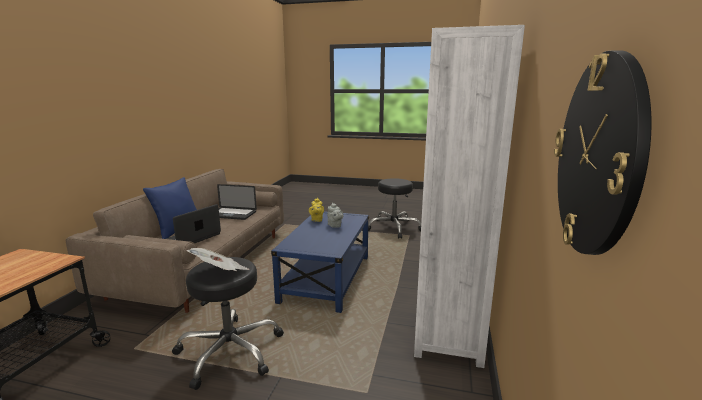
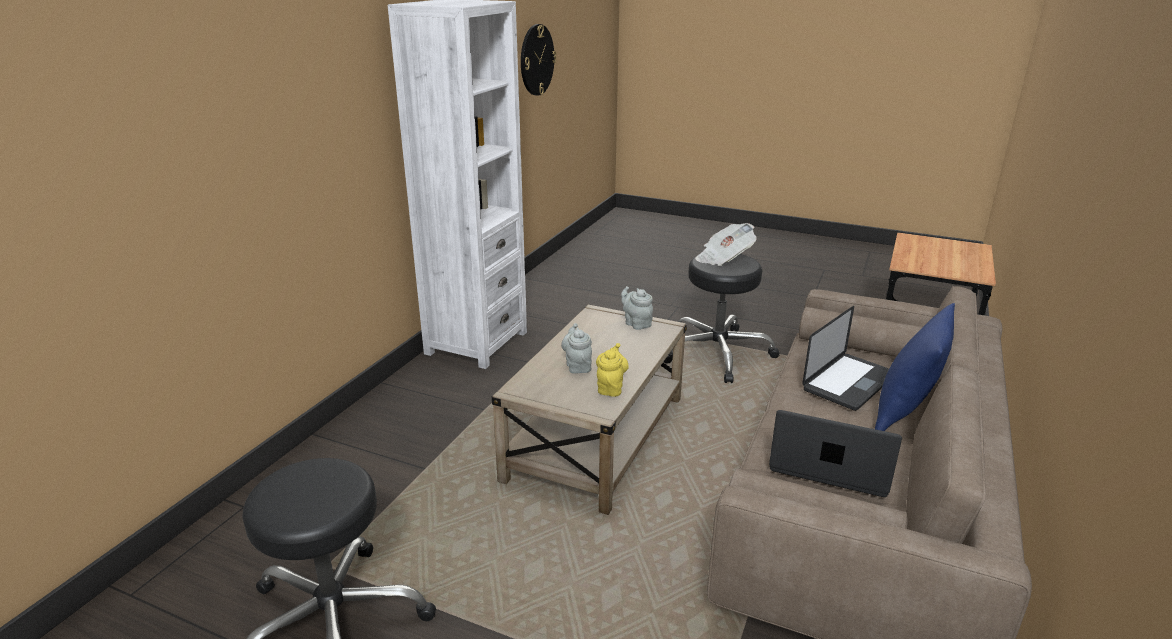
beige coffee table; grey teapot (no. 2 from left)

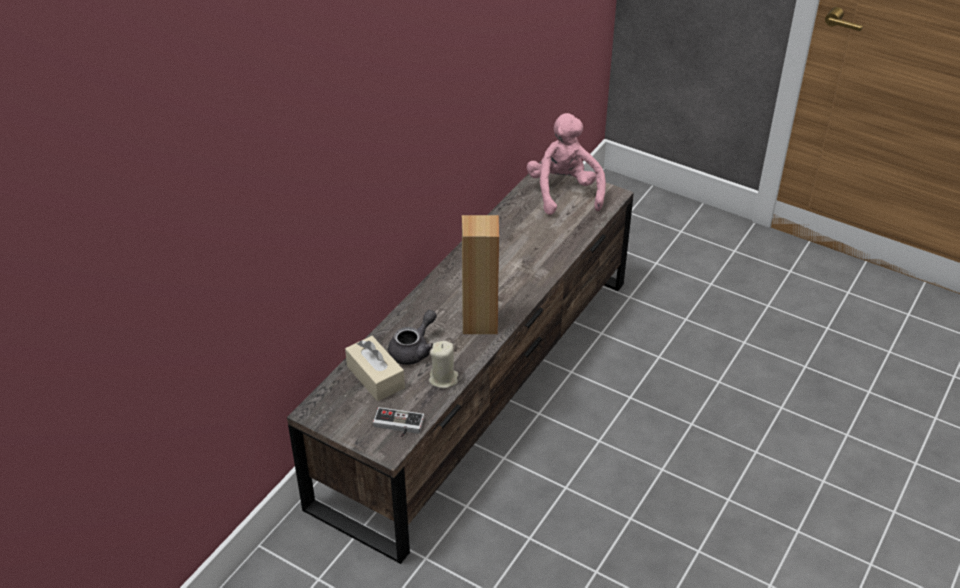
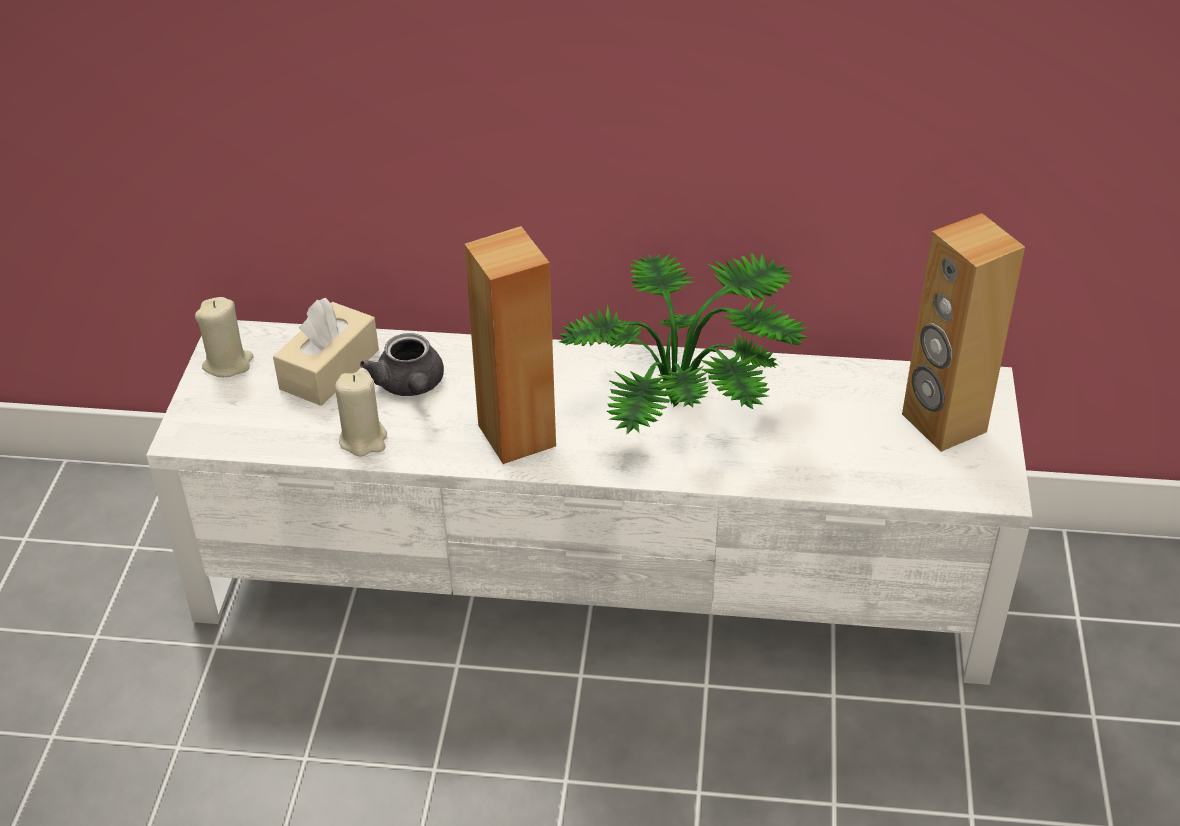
brown speaker (no. 2 from left); white tv stand; grey teapot; game controller; potted plant; beige candle (no. 1 from left)

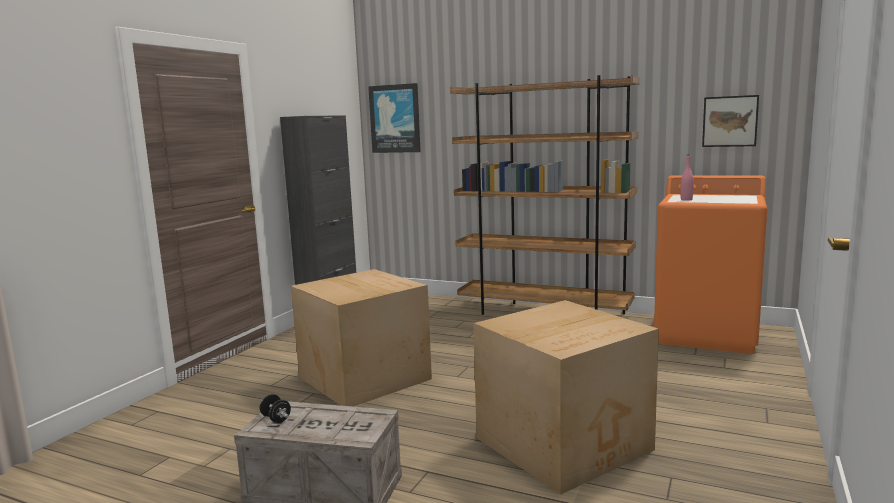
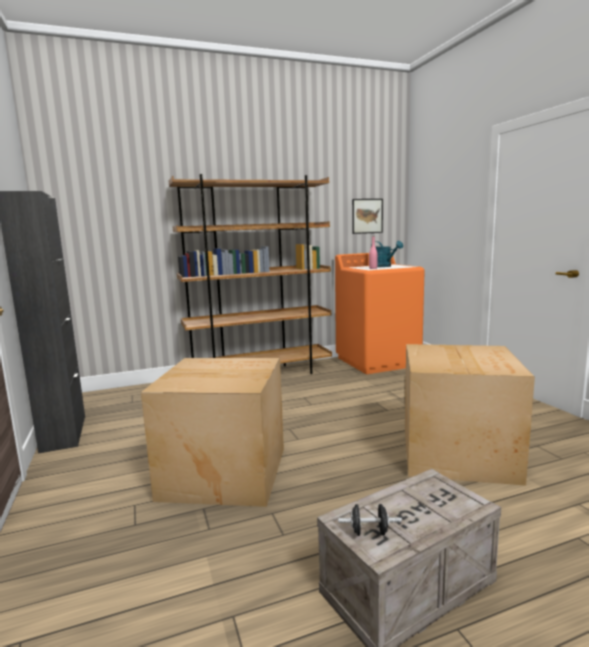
picture (no. 1 from left in the first image); turquoise watering can

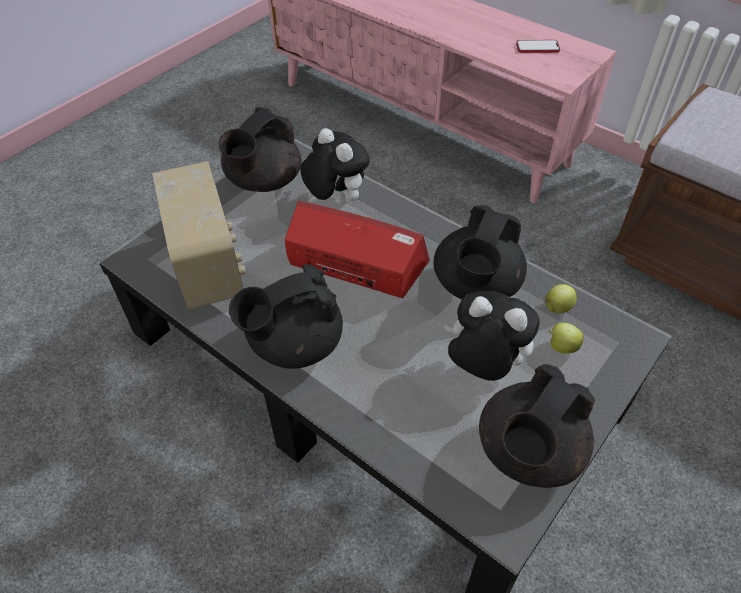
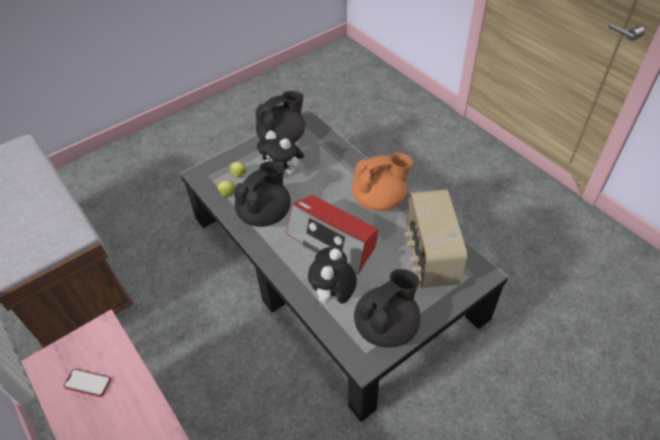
plush toy (no. 2 from left); orange teapot

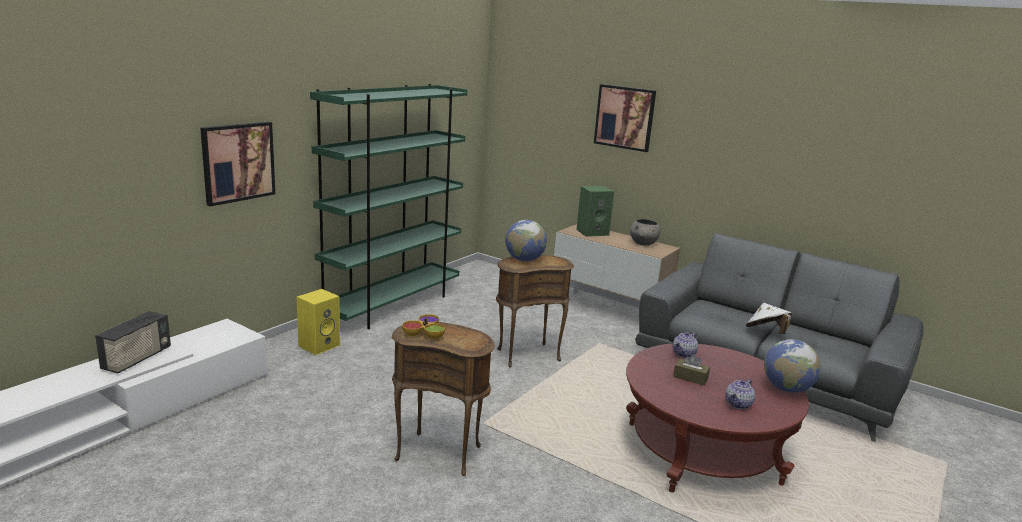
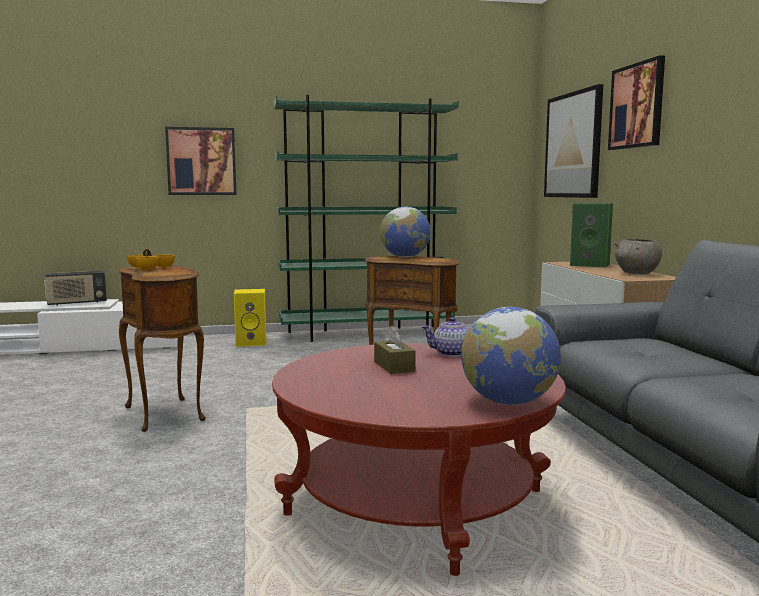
white hat; teapot (no. 2 from left in the first image); picture (no. 2 from left)

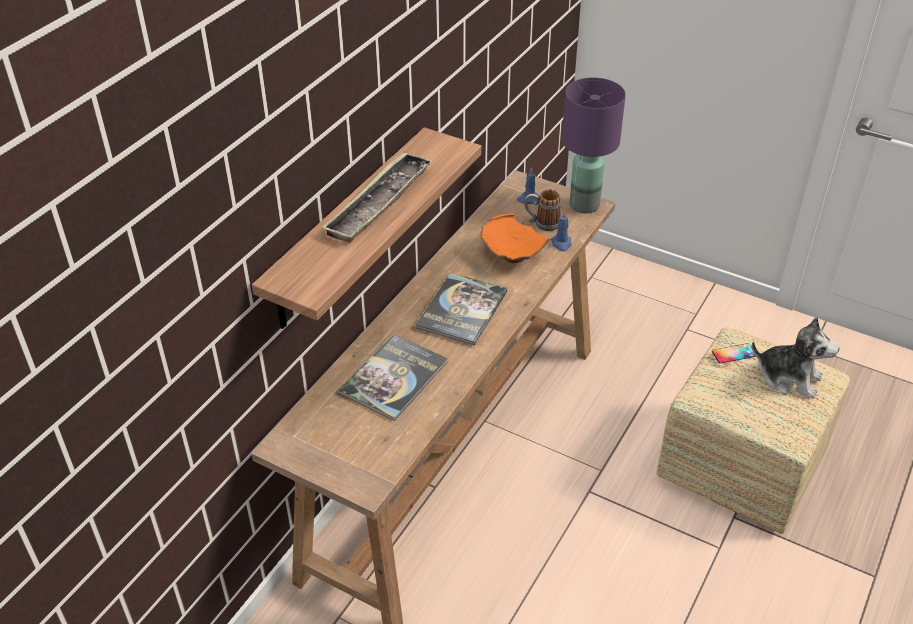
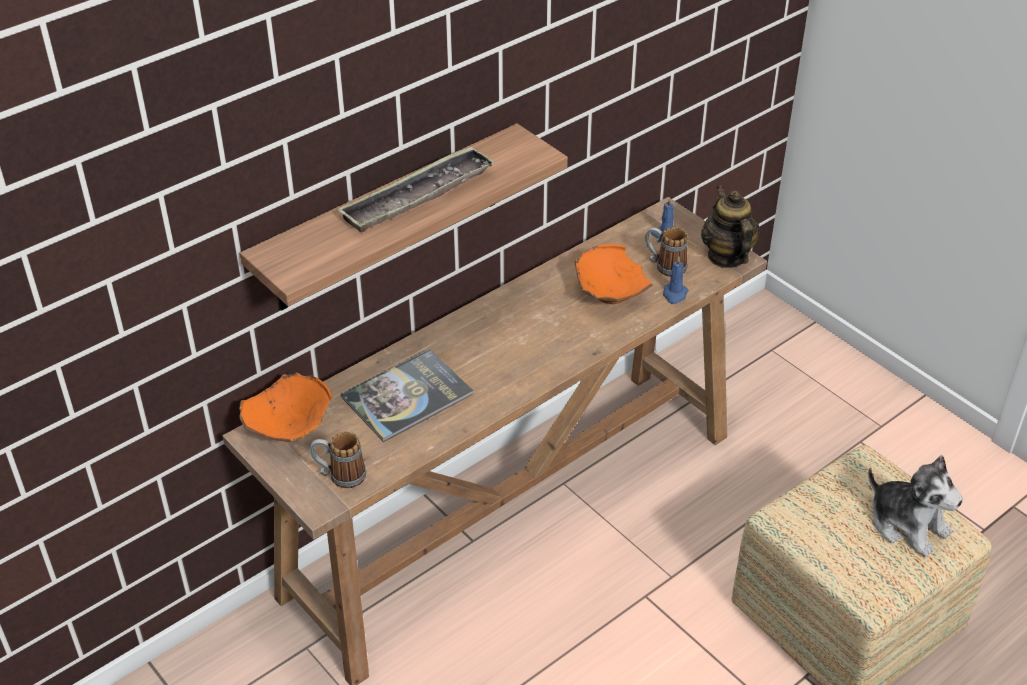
teapot; book (no. 2 from left in the first image); phone; orange bowl (no. 1 from left); mug (no. 1 from left)

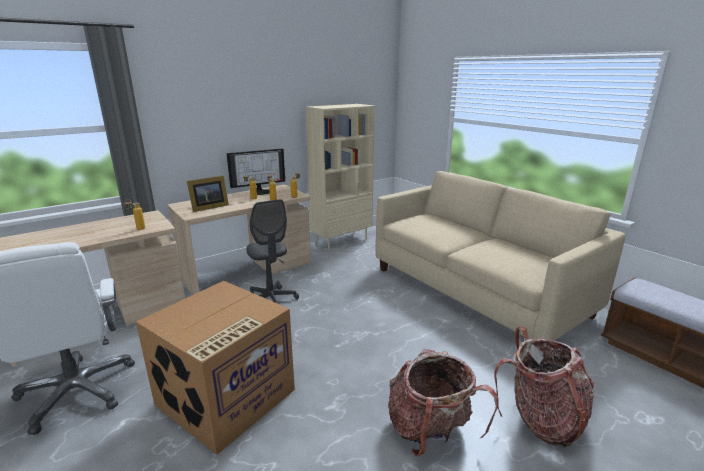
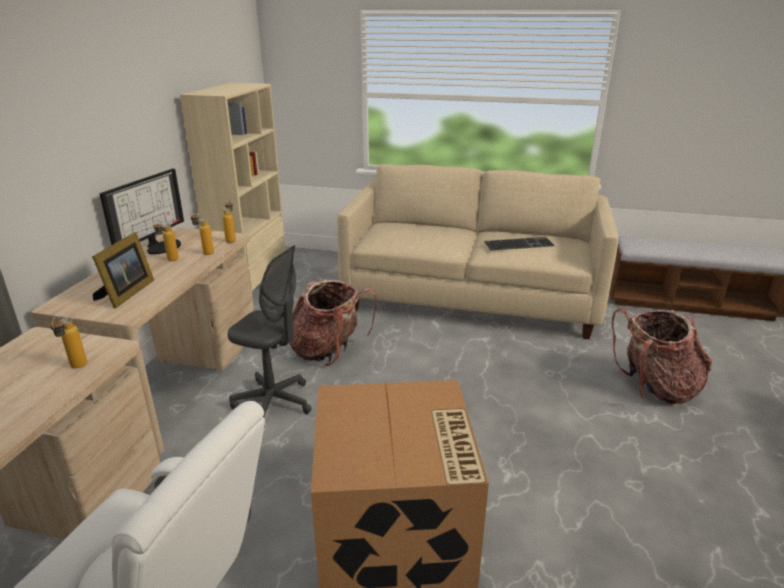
backpack (no. 1 from left); keyboard

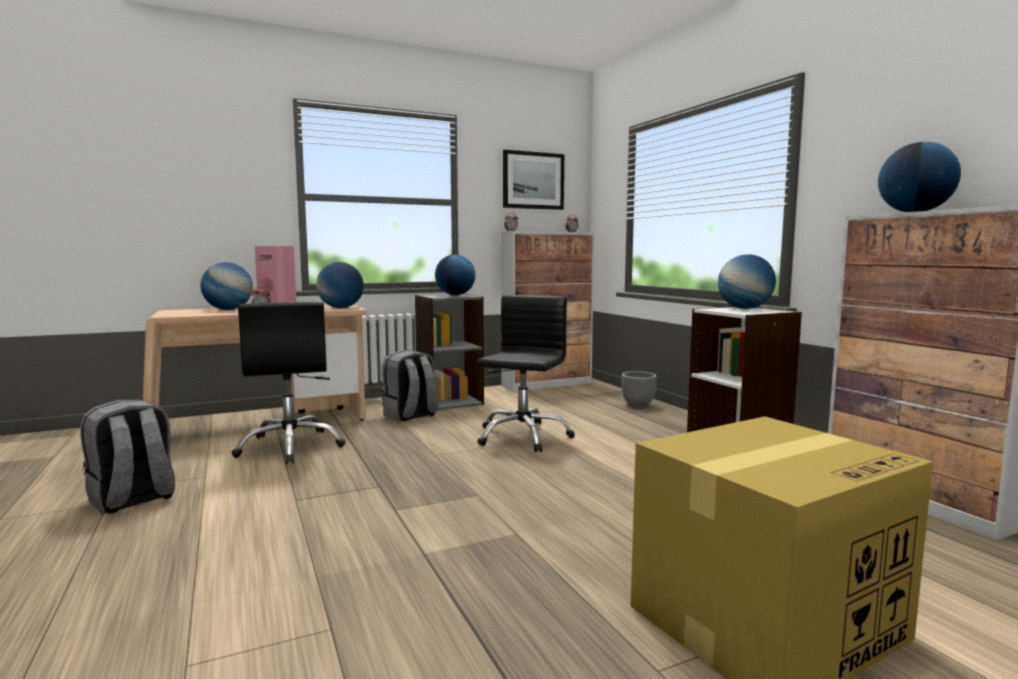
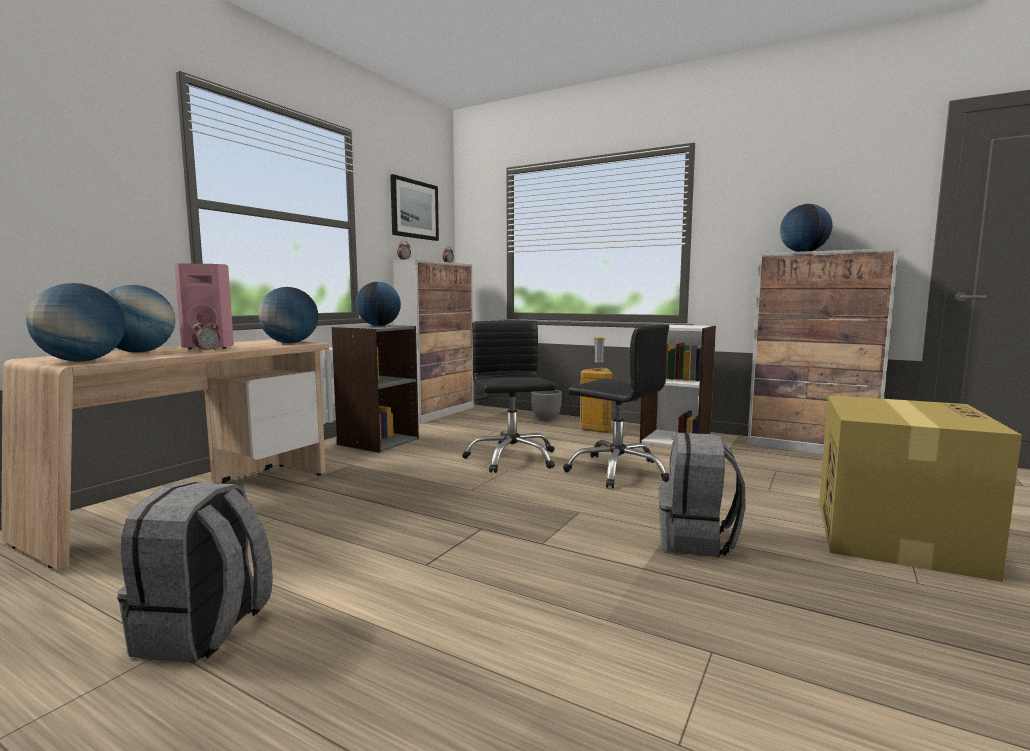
globe (no. 1 from left); black office chair (no. 2 from left); grey backpack (no. 2 from left); trash can

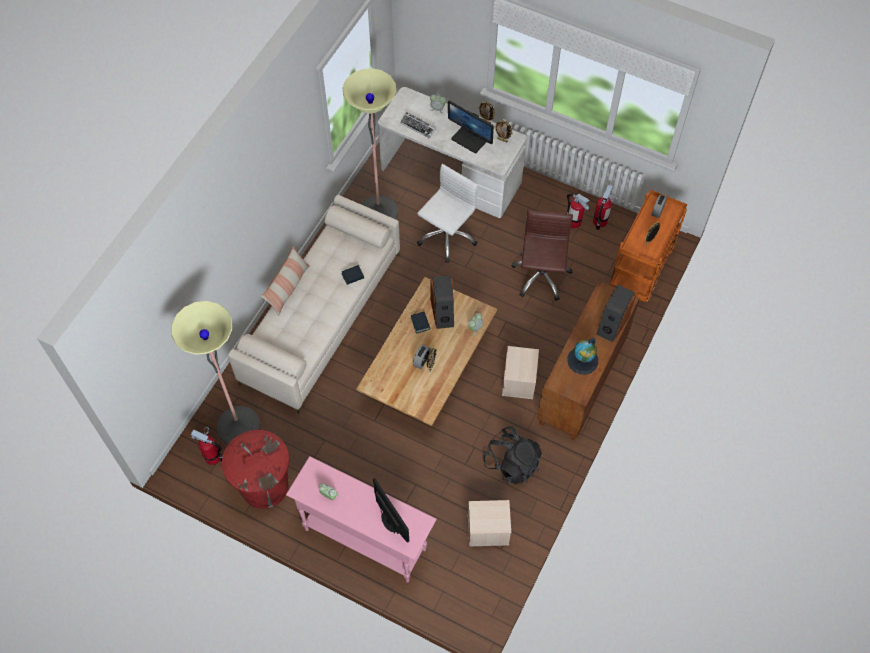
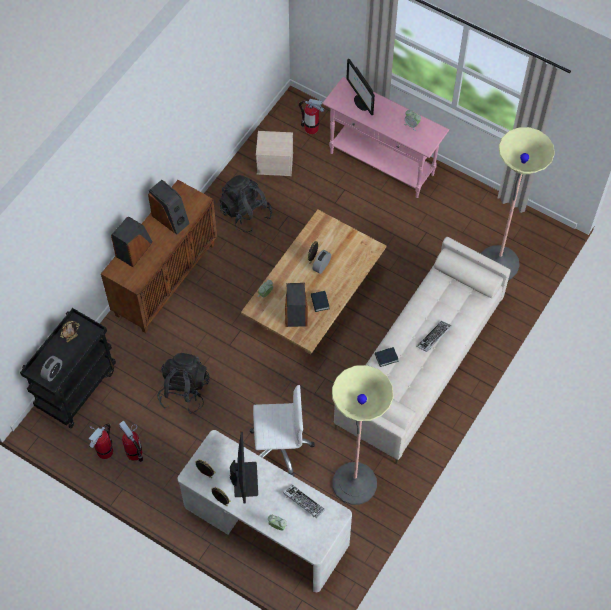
monitor (no. 1 from left); white office chair; black cart; black backpack (no. 1 from left); pillow; speaker (no. 2 from left); beige storage box (no. 2 from left in the first image); fire extinguisher (no. 3 from left); red trash can; keyboard (no. 2 from left)

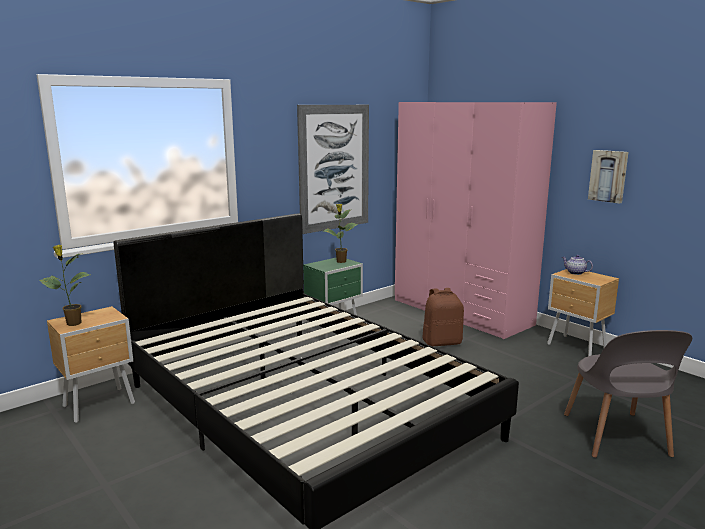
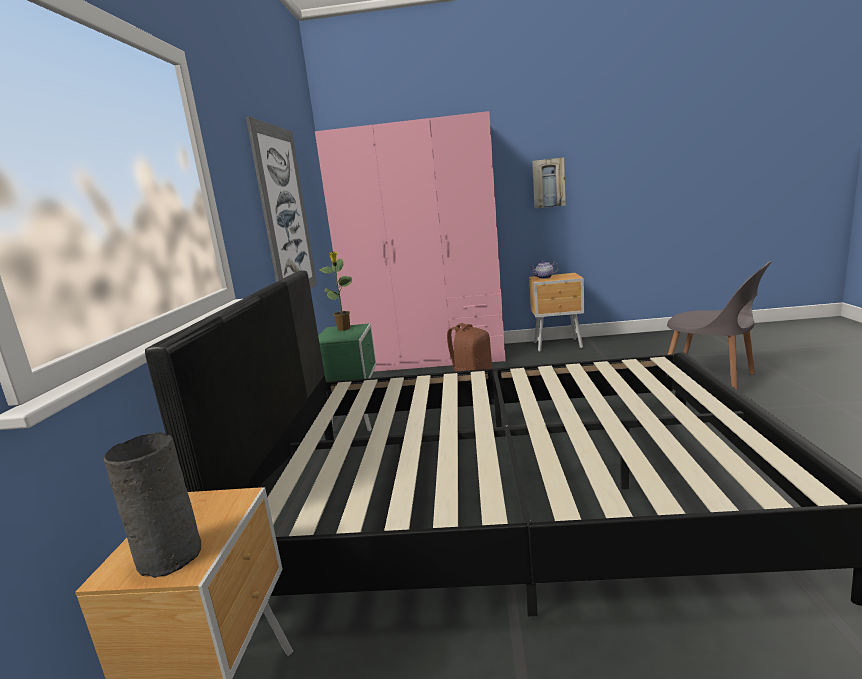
grey vase

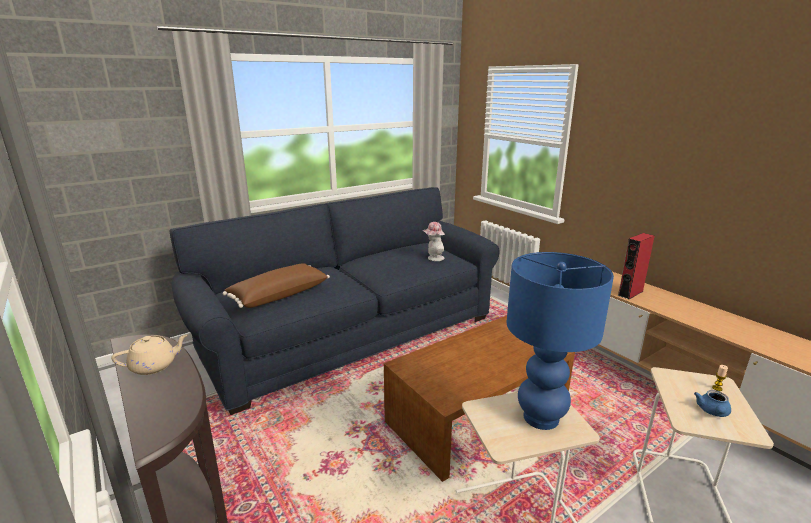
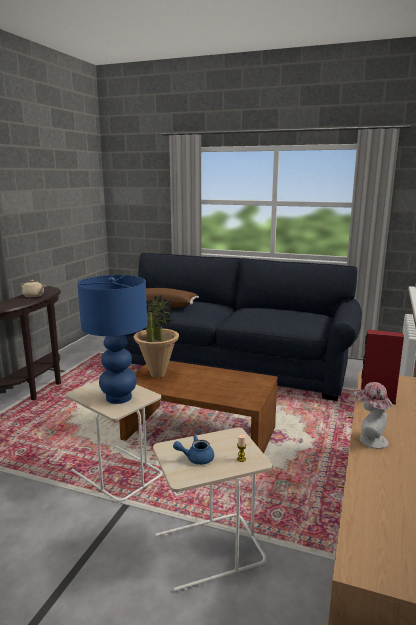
hat; potted plant

